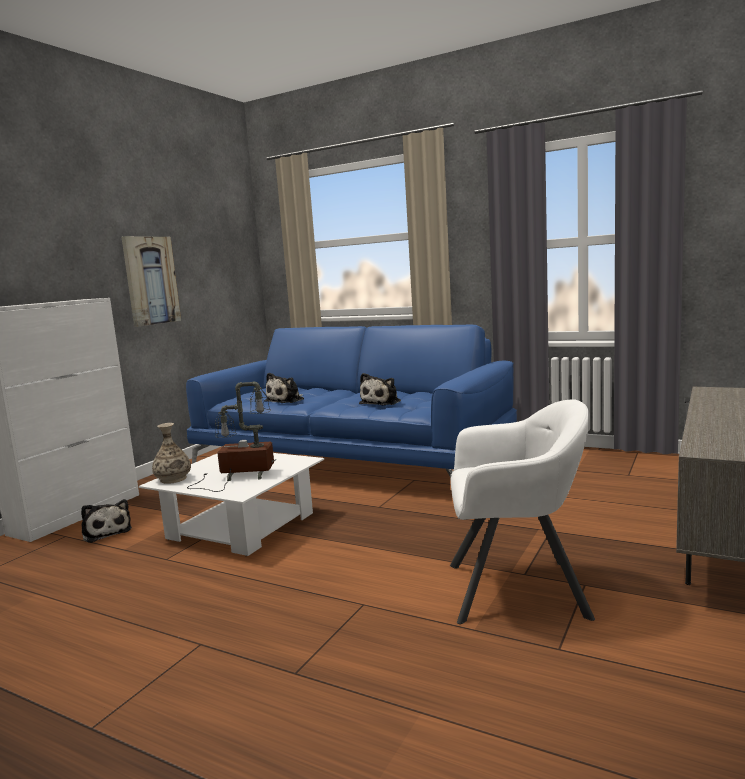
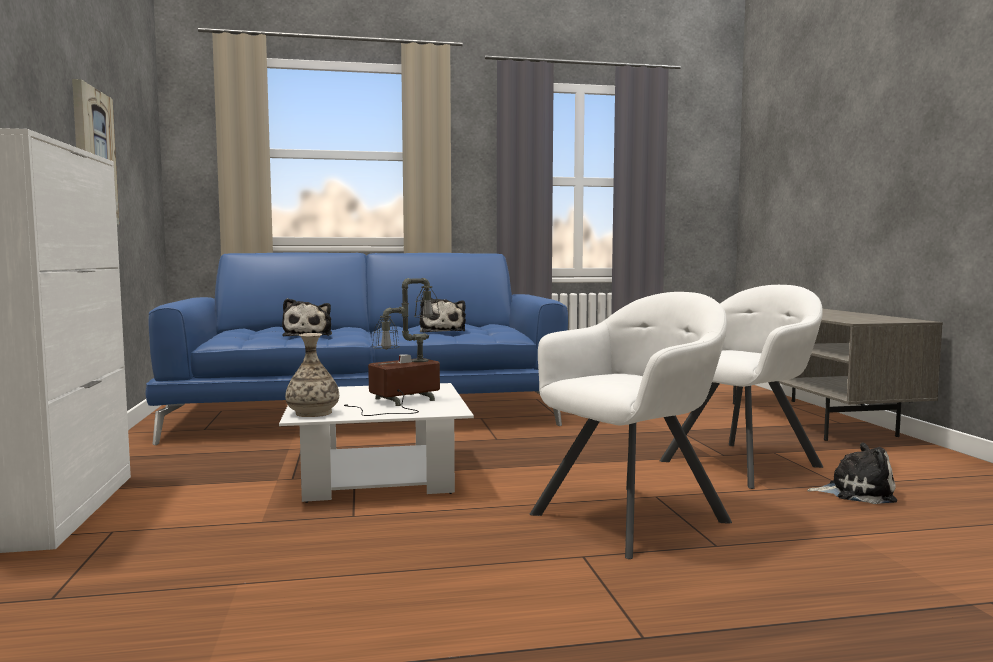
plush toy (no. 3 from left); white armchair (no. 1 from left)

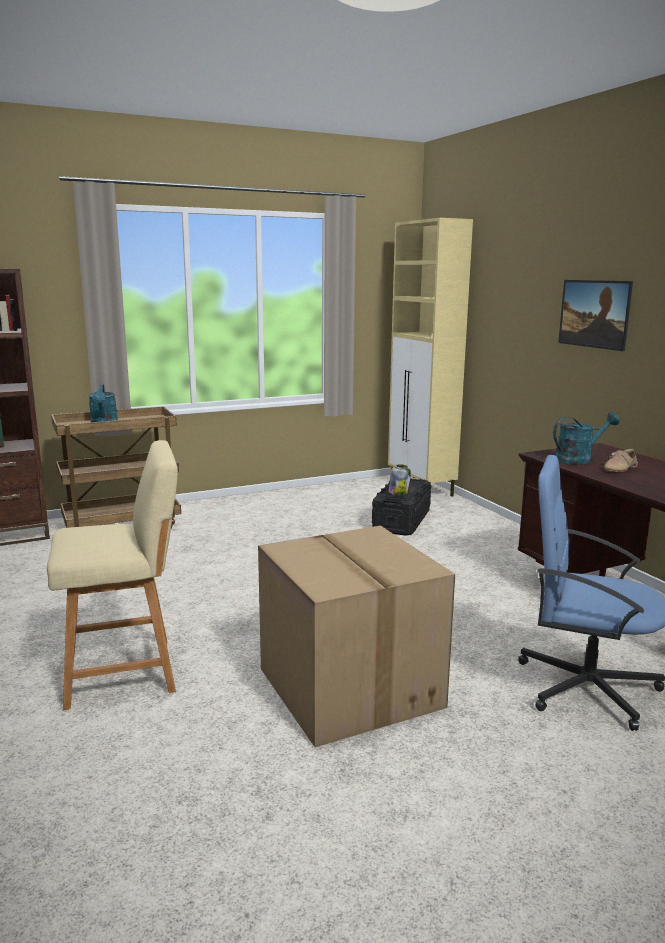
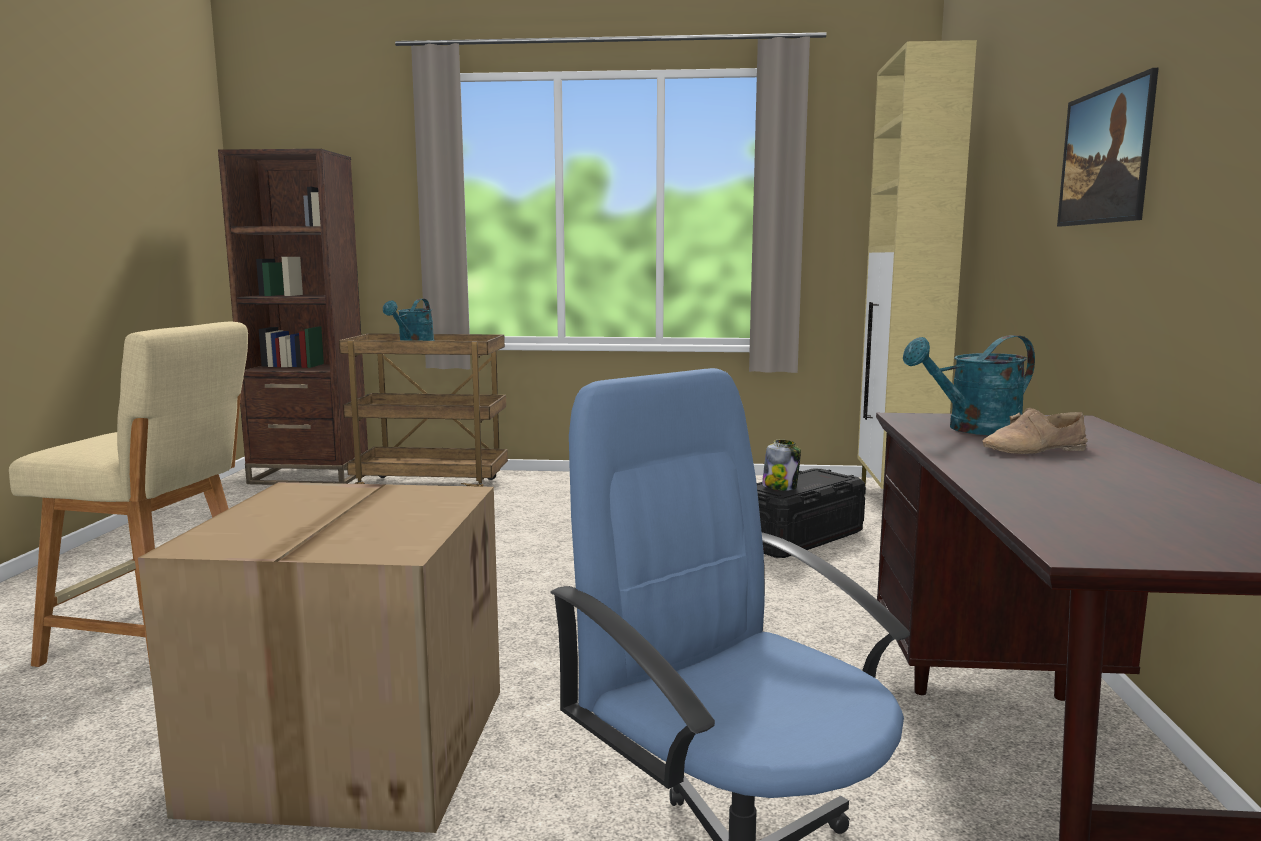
turquoise watering can (no. 2 from left)

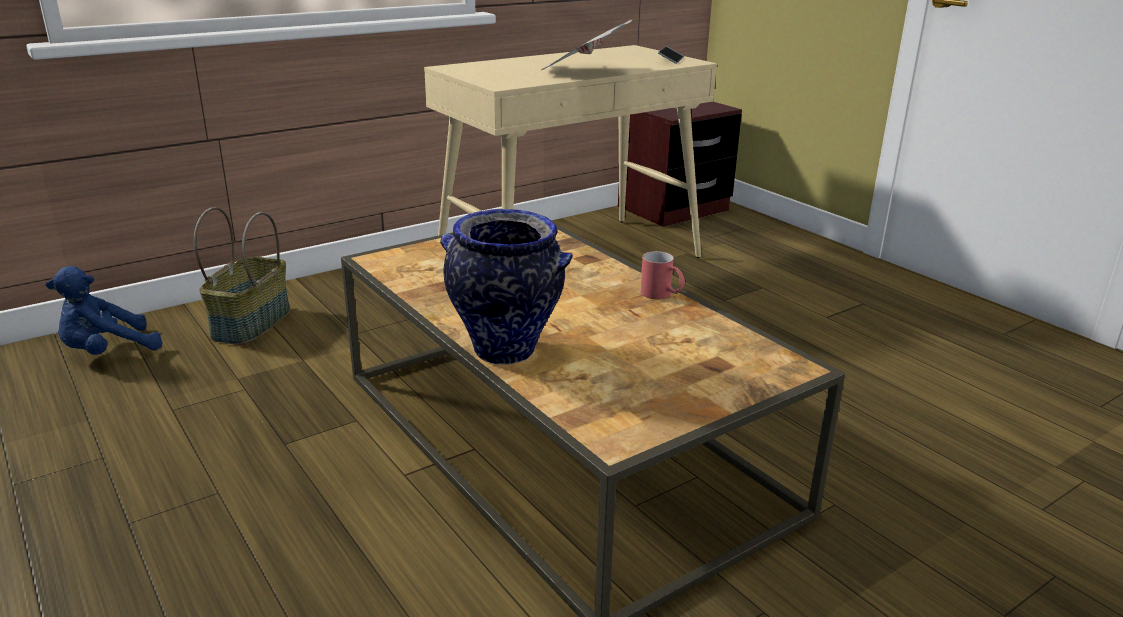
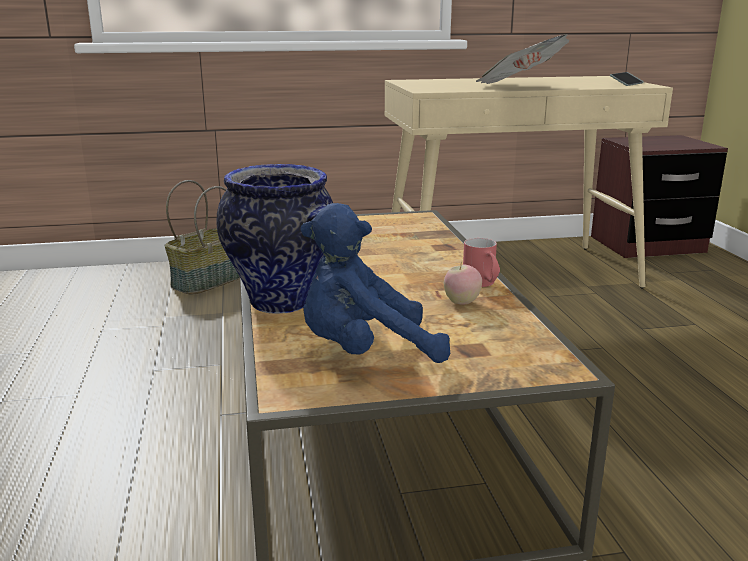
blue plush toy; apple

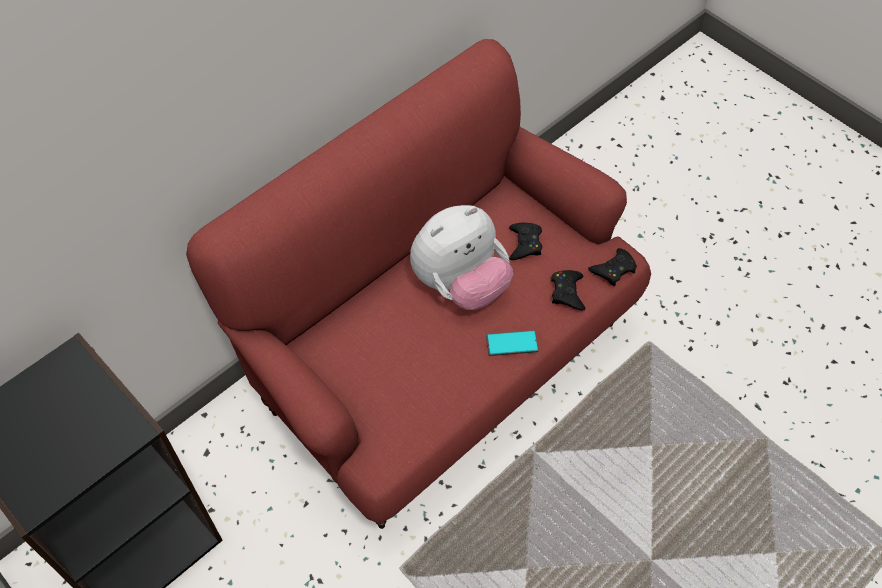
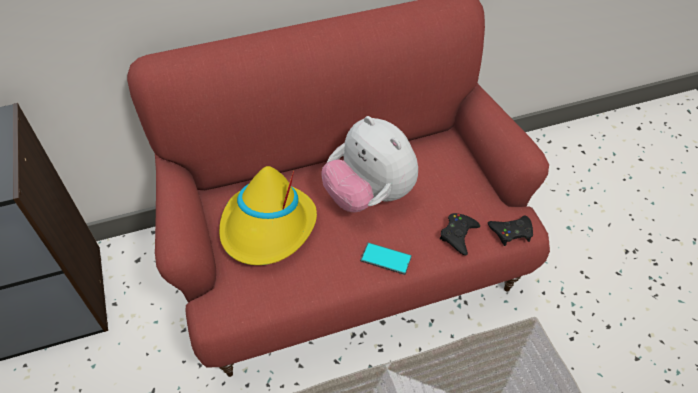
plush toy; black game controller (no. 1 from left in the first image); yellow hat

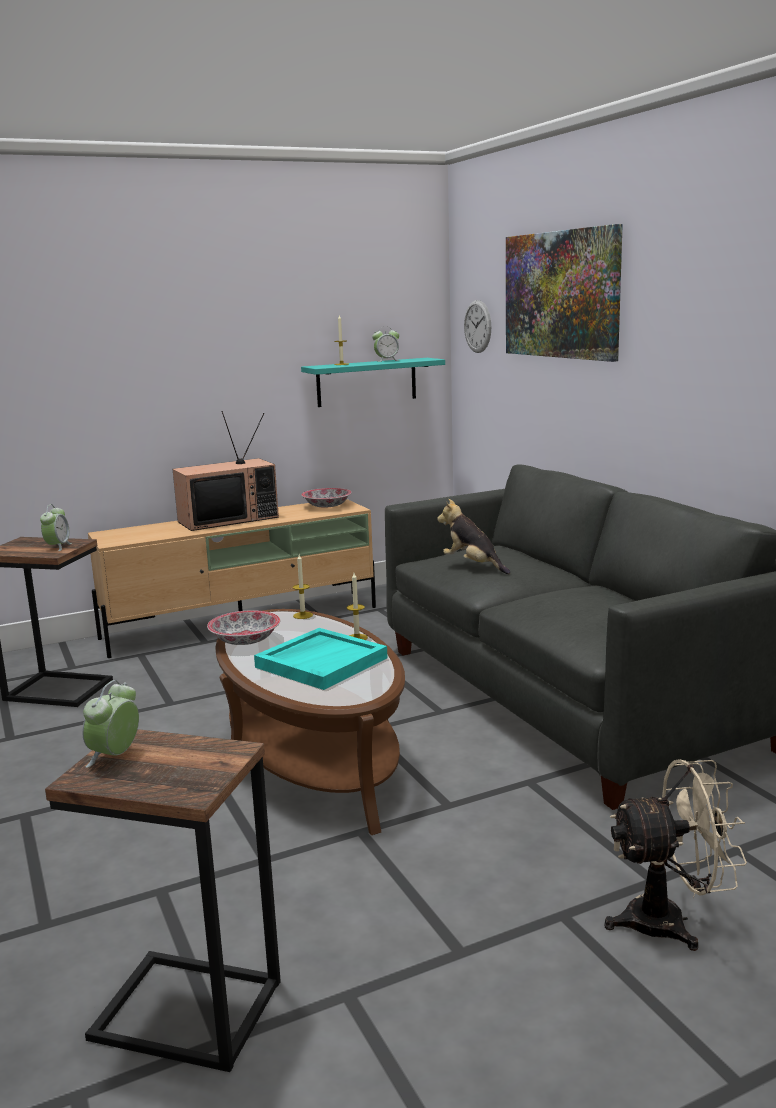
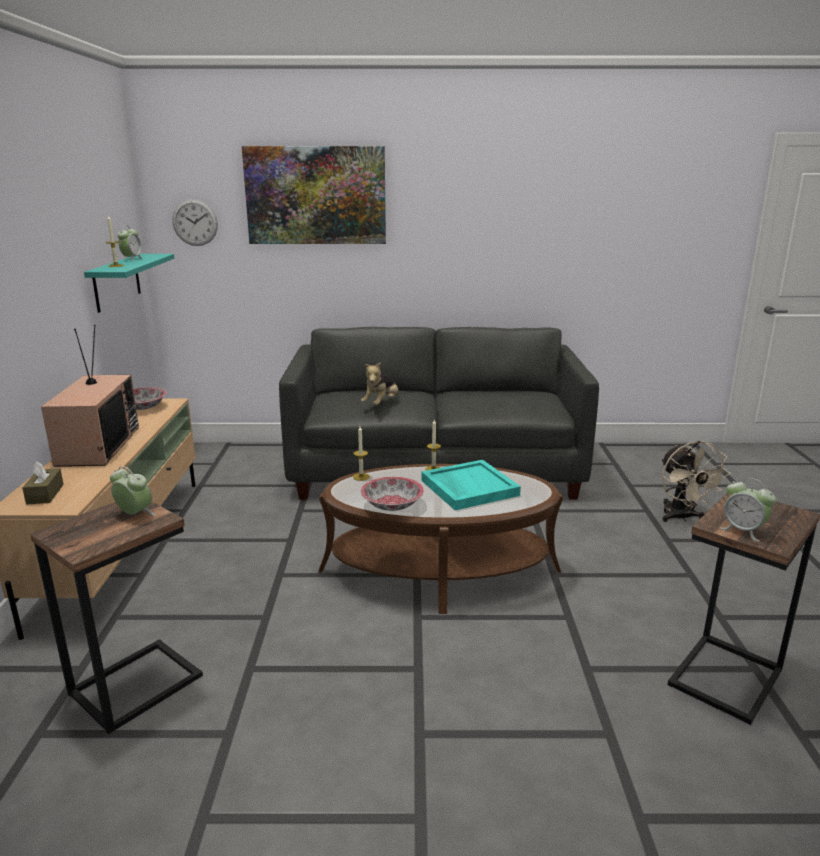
plush toy; beige fan; brown tissue box

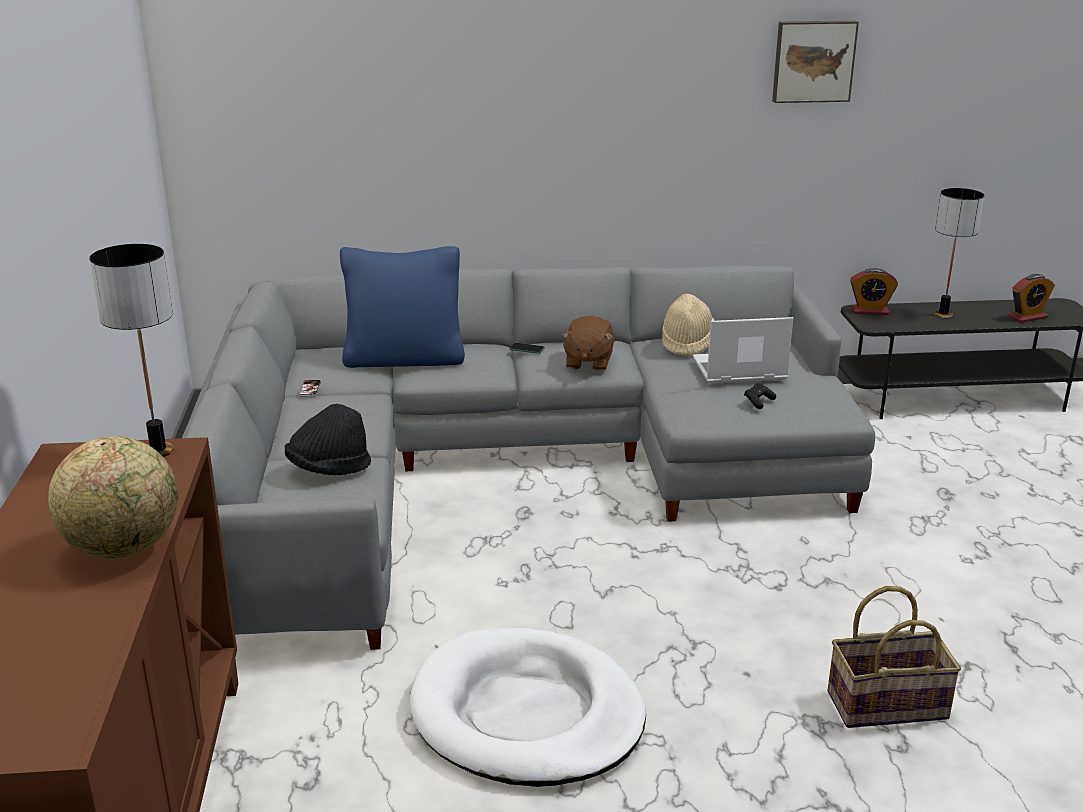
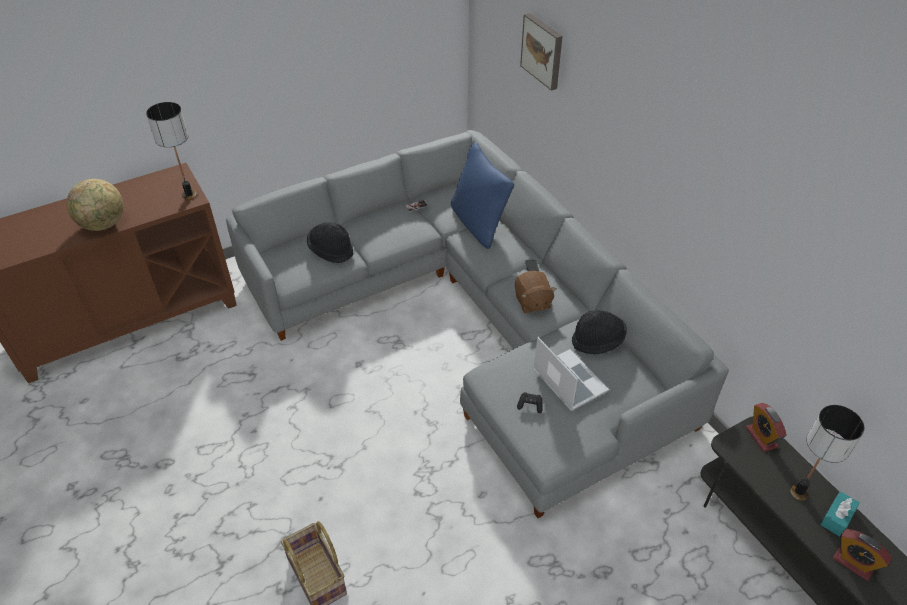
picture; black hat (no. 2 from left); brown plush toy; white dog bed; turquoise tissue box

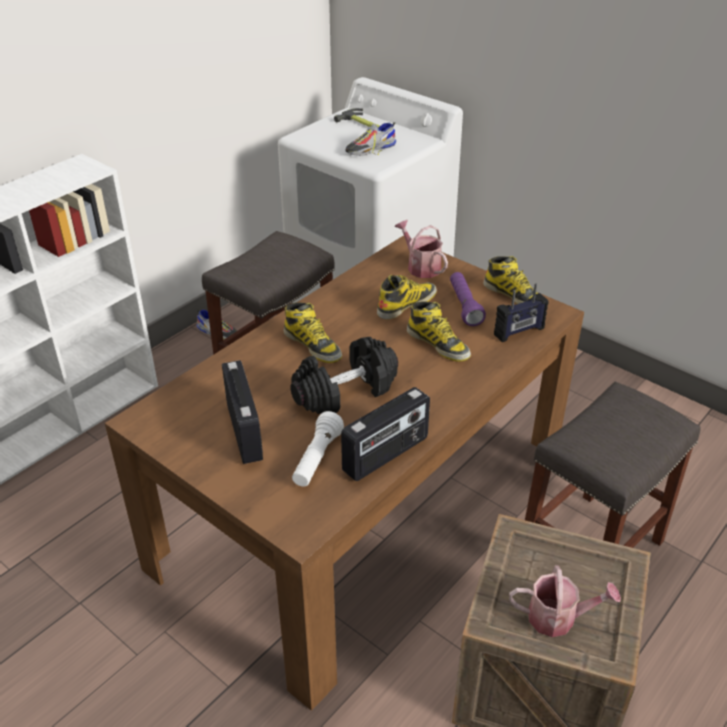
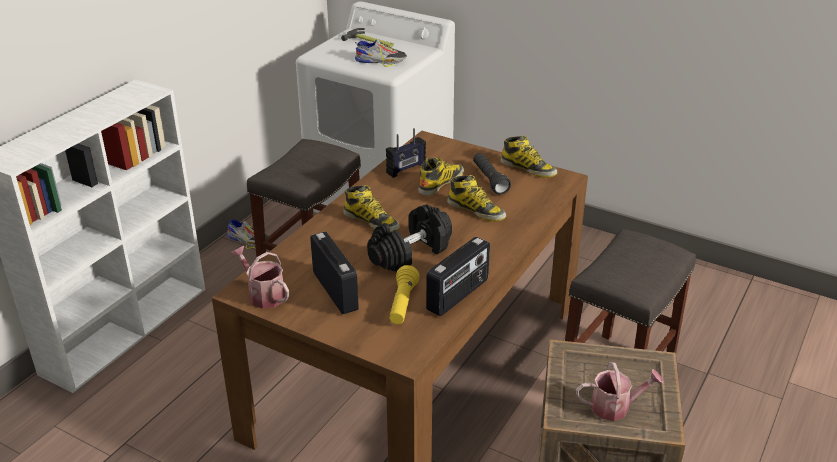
shoe (no. 2 from left); watering can (no. 1 from left); black flashlight; radio (no. 2 from left); yellow flashlight

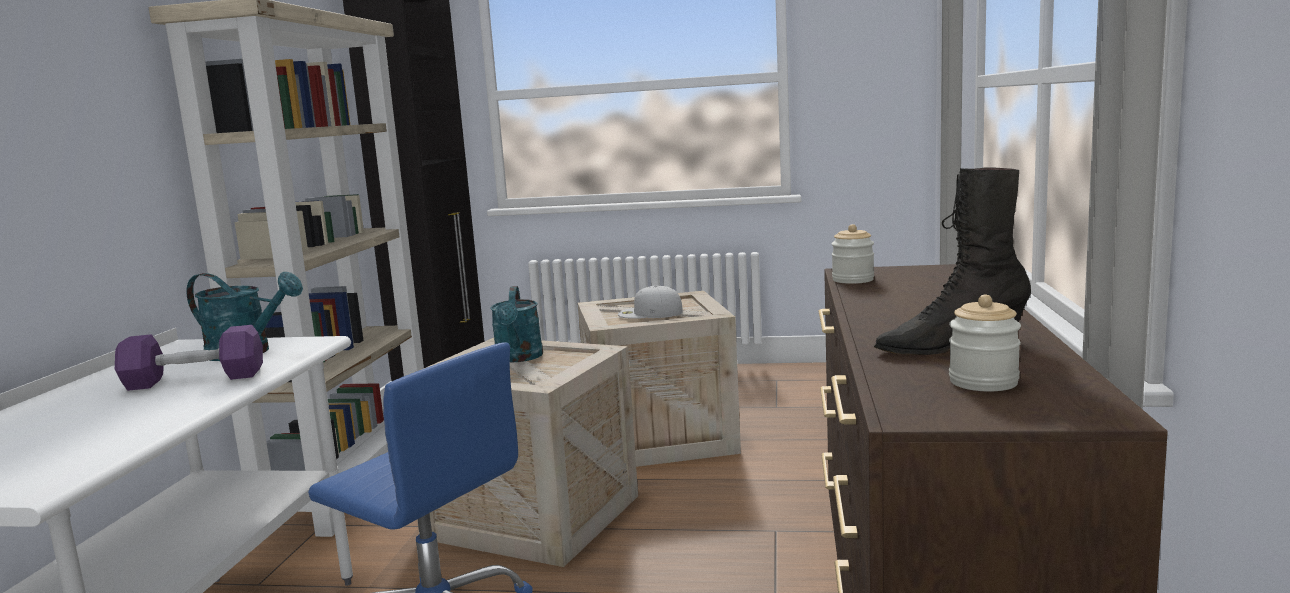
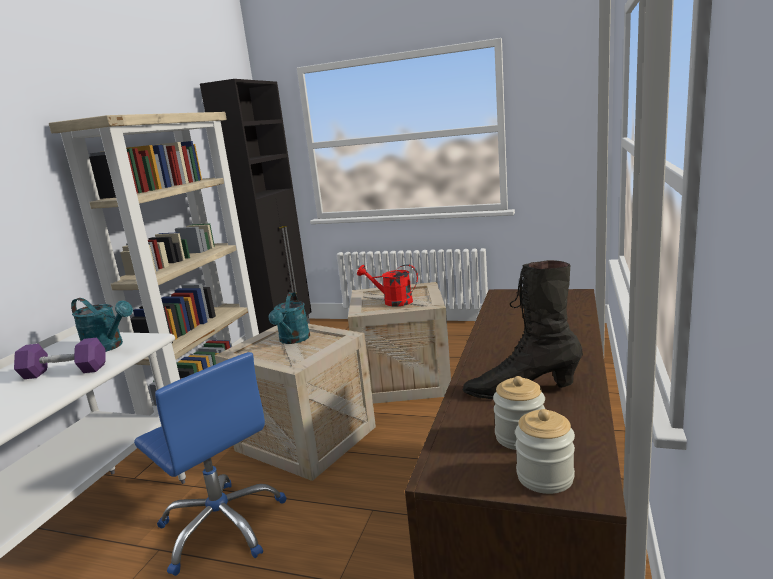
jar (no. 2 from left); red watering can

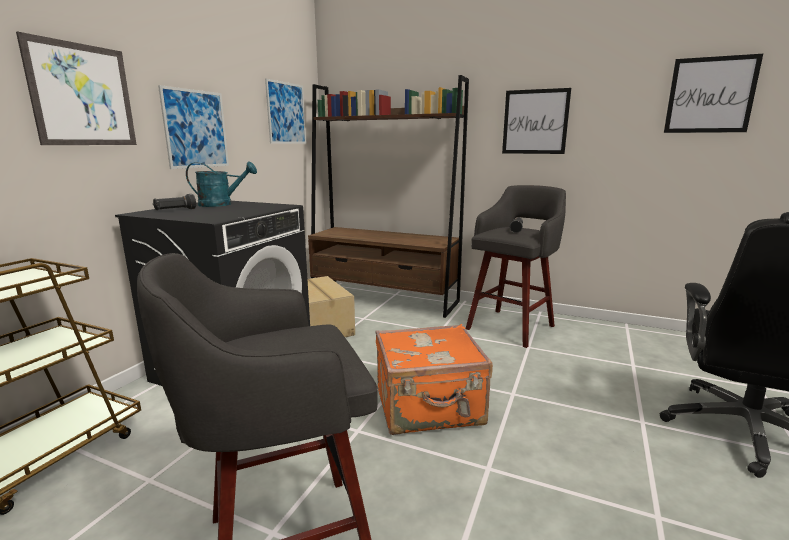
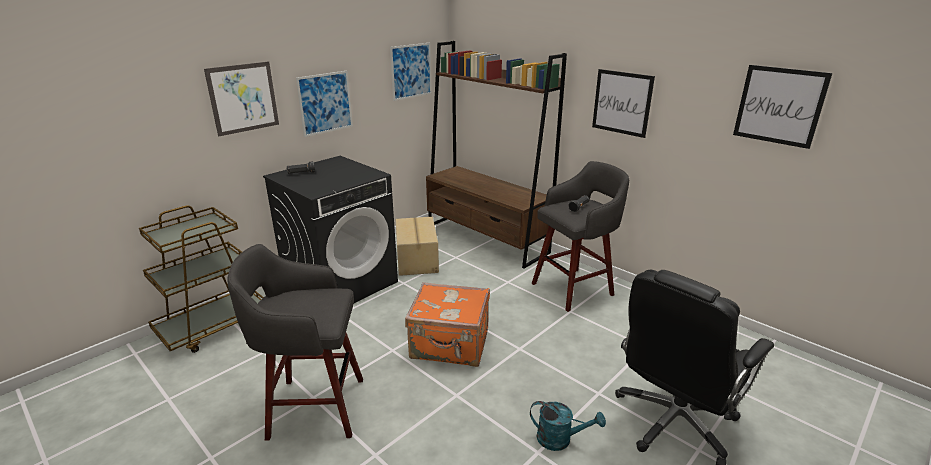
turquoise watering can

